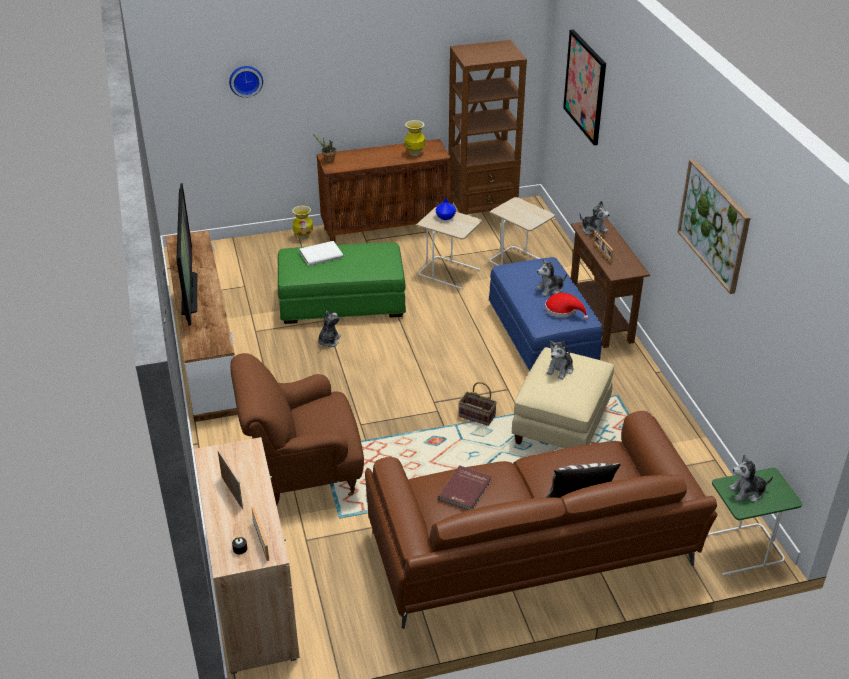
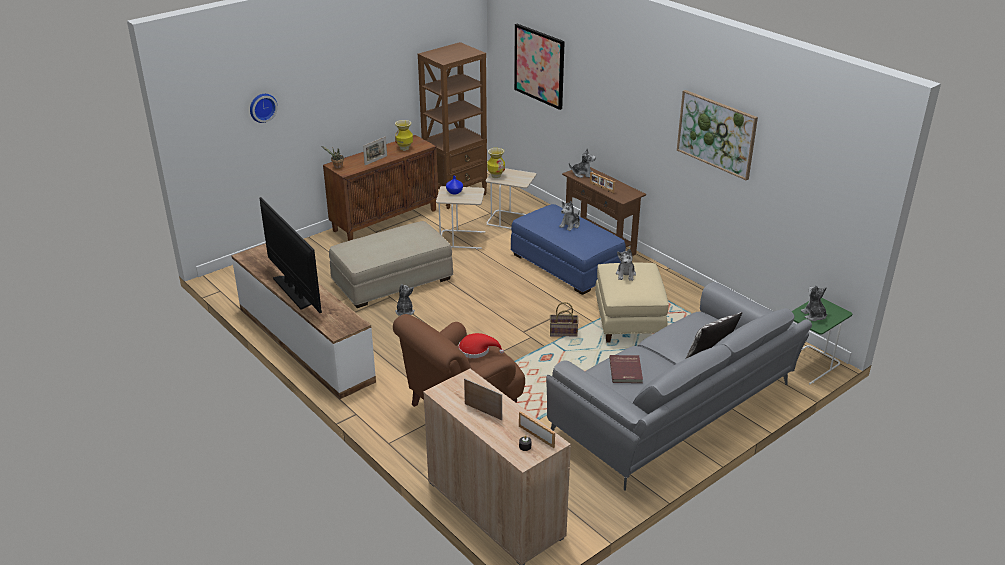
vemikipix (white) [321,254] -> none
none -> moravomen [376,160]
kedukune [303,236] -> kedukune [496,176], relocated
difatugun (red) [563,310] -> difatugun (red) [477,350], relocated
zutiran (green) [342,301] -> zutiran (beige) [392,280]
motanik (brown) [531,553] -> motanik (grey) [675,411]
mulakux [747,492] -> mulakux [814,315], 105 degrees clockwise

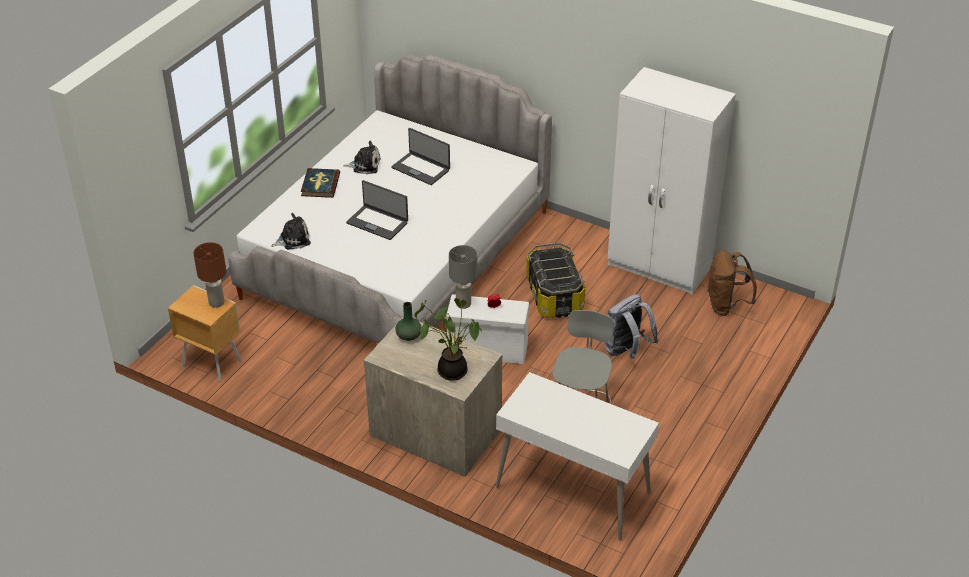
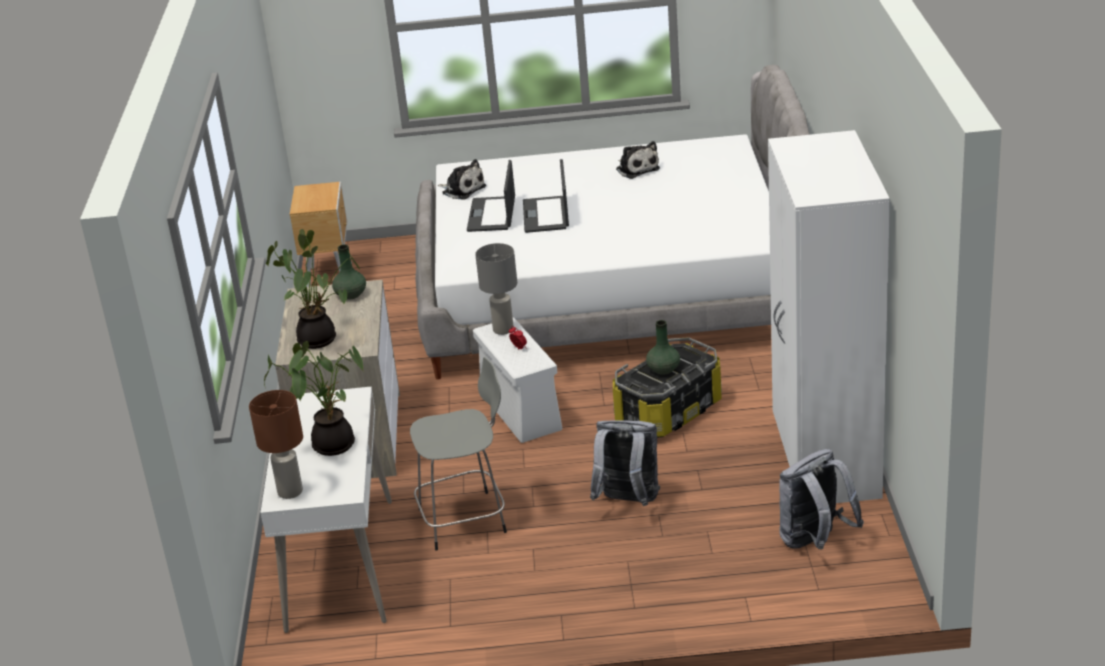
vemikipix [320,185] -> none
none -> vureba [331,443]
none -> kedukune (green) [663,369]
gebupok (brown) [216,302] -> gebupok (brown) [291,491], relocated
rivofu [421,168] -> rivofu [492,215], relocated
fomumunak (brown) [726,305] -> fomumunak (grey) [815,542]

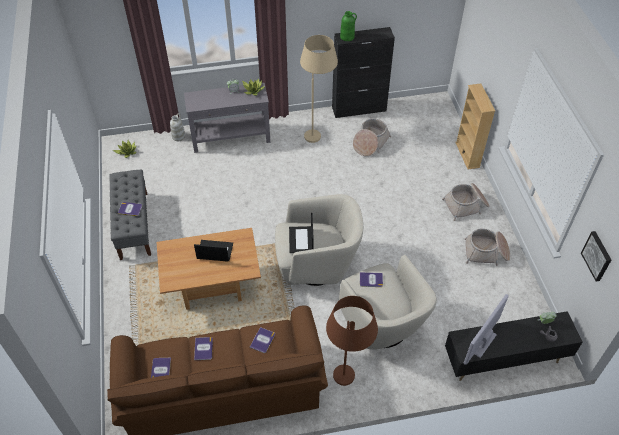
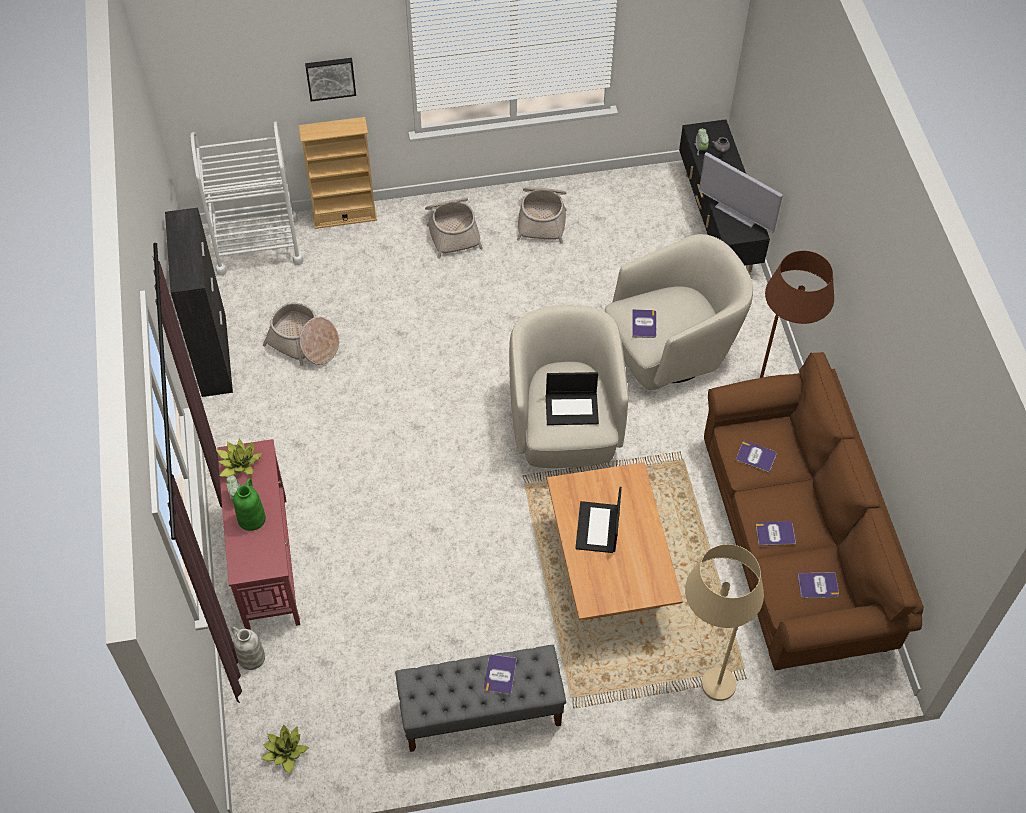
none -> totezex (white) [257,245]
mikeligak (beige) [318,131] -> mikeligak (beige) [702,674], relocated
kedukune (green) [347,37] -> kedukune (green) [251,518], relocated
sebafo [597,256] -> sebafo [330,77], relocated
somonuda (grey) [231,138] -> somonuda (red) [267,562]

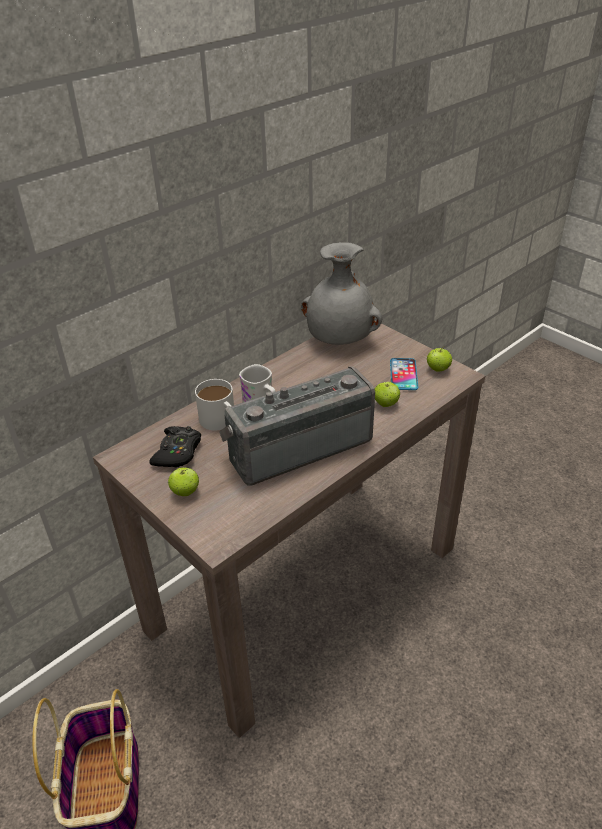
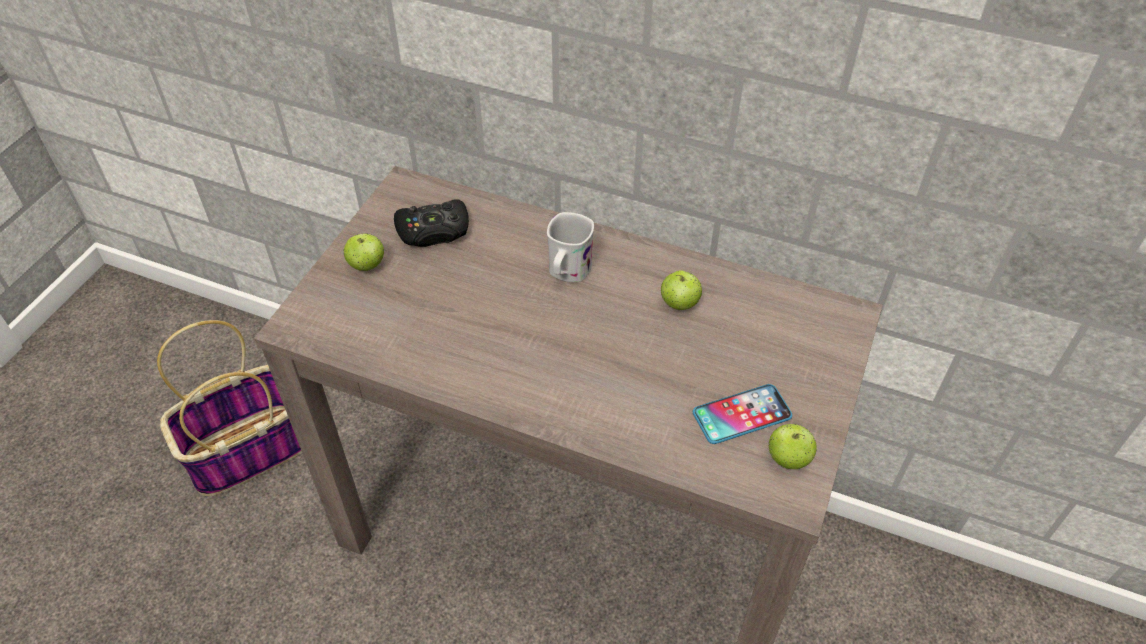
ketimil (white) [221,422] -> none
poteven [298,446] -> none
kedukune (grey) [339,340] -> none
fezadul [386,404] -> fezadul [679,304], relocated

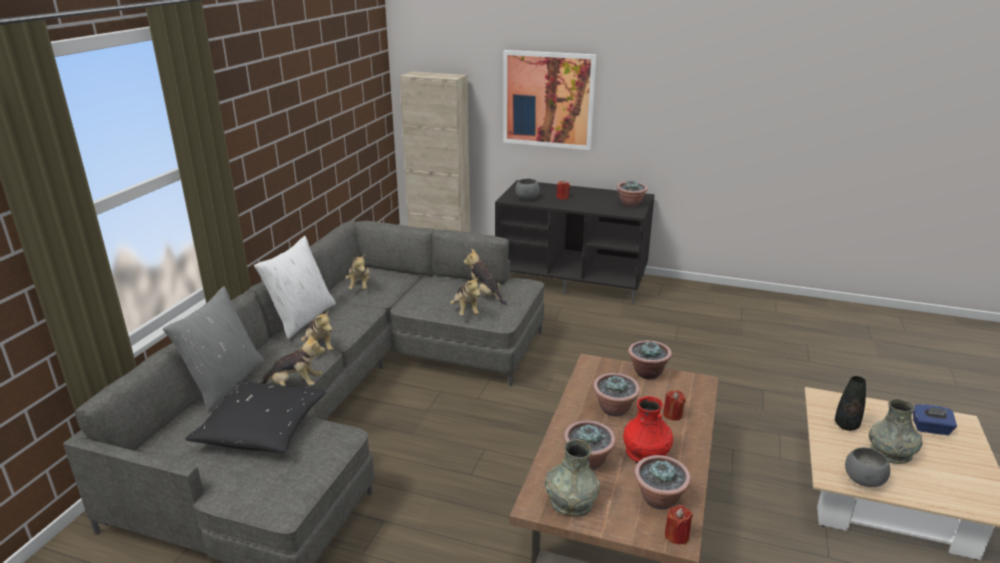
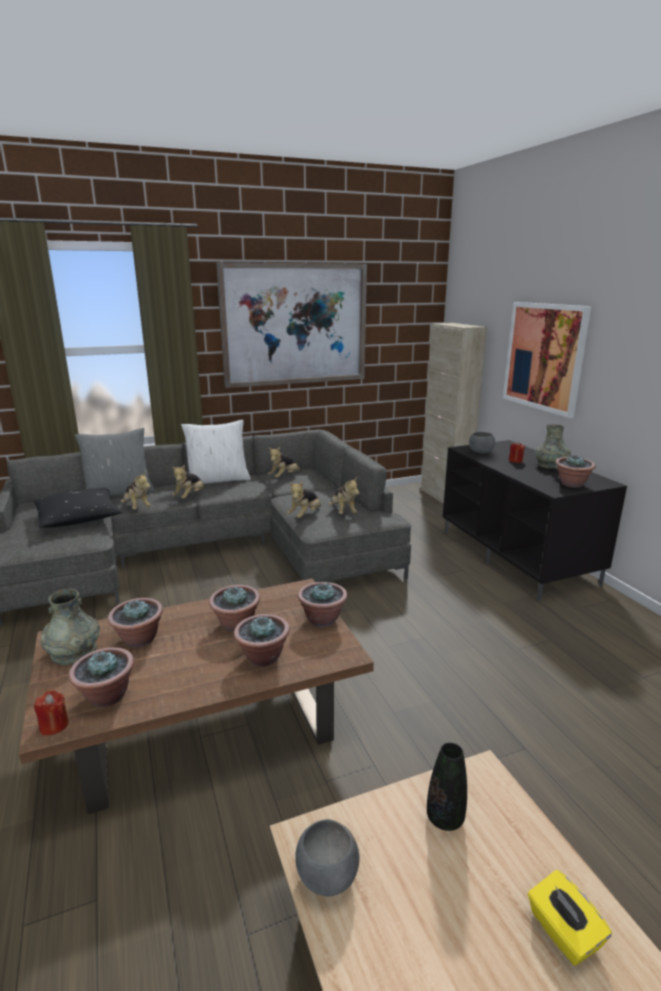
kedukune (red) [646,452] -> none
none -> sebafo [294,324]
kedukune (grey) [890,452] -> kedukune (grey) [551,466], relocated
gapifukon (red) [672,414] -> vureba [263,657]
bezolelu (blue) [930,429] -> bezolelu (yellow) [563,932]
mulakux [485,294] -> mulakux [343,512], 150 degrees clockwise

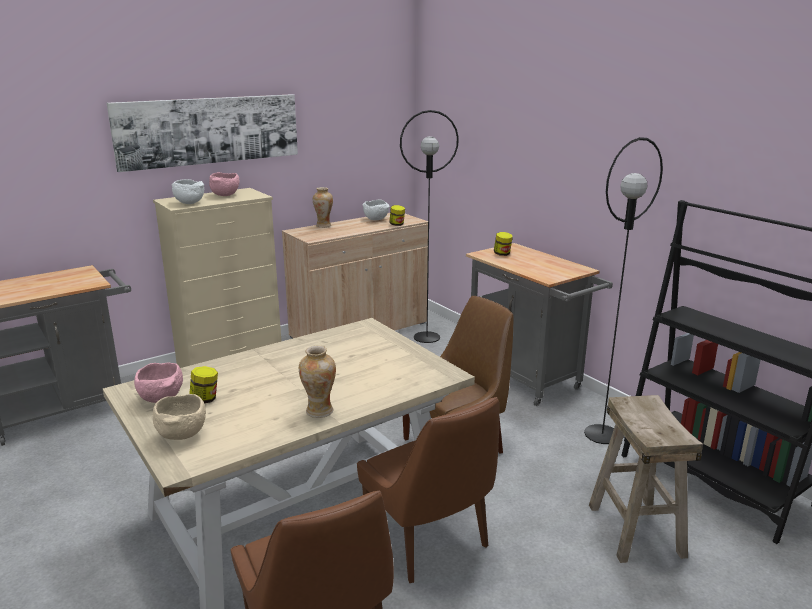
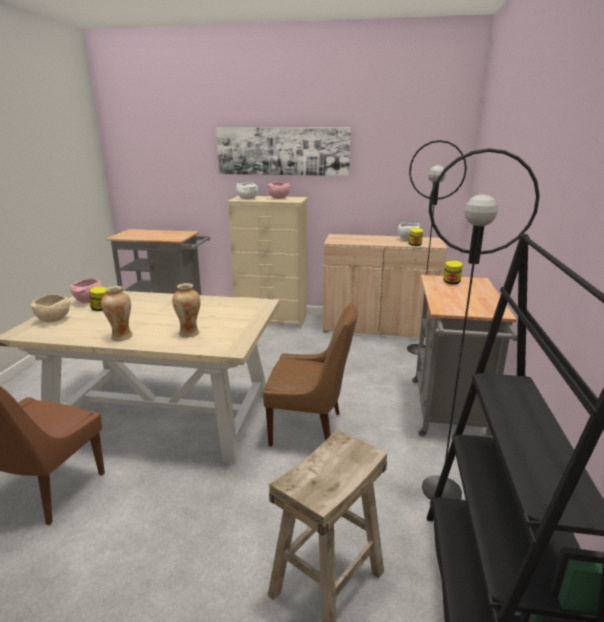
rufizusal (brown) [429,542] -> none
kedukune [323,226] -> kedukune [189,333], relocated

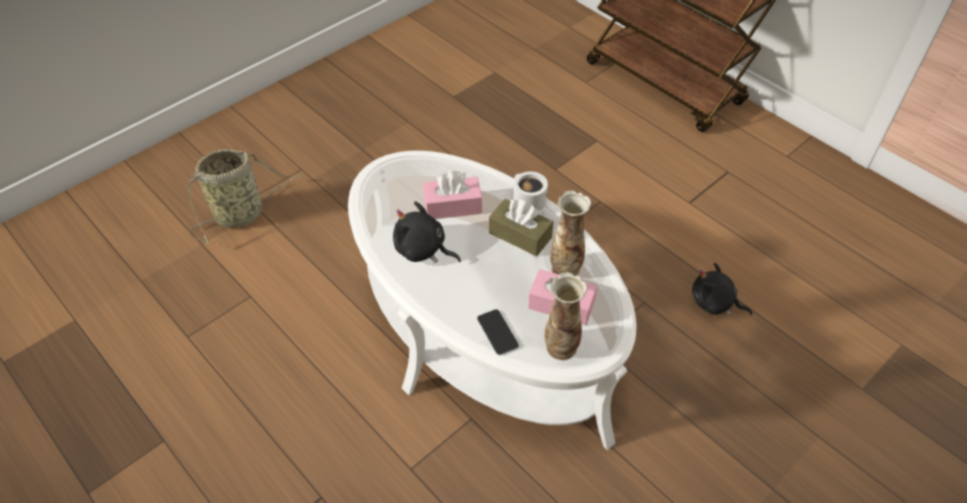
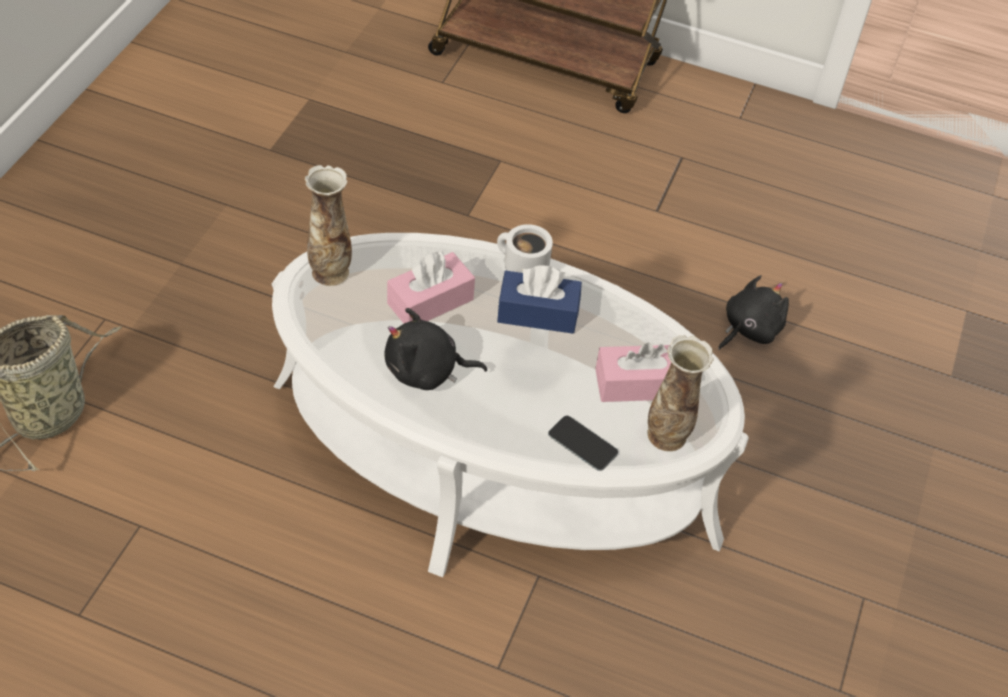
kedukune [565,268] -> kedukune [330,271], relocated
bezolelu (brown) [520,235] -> bezolelu (blue) [538,313]
mulakux (black) [714,303] -> mulakux (black) [749,329], 135 degrees clockwise

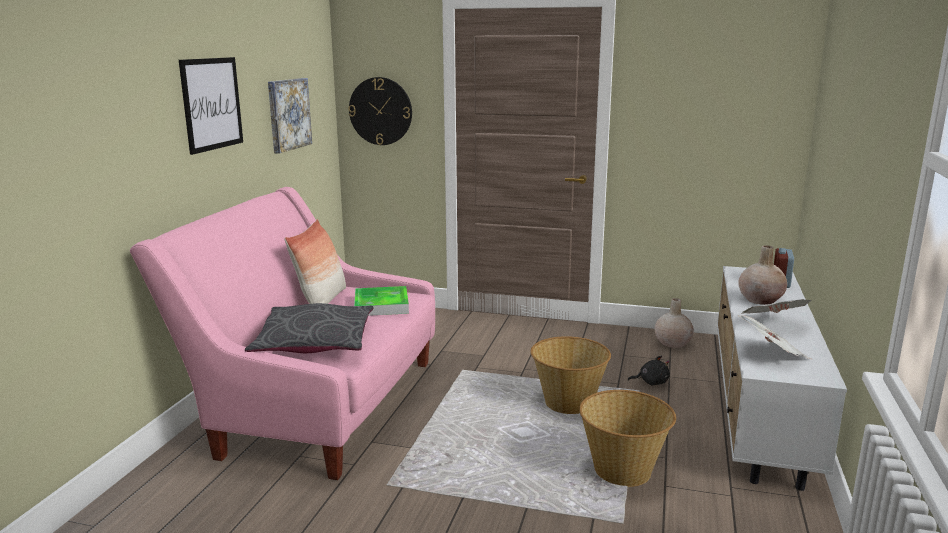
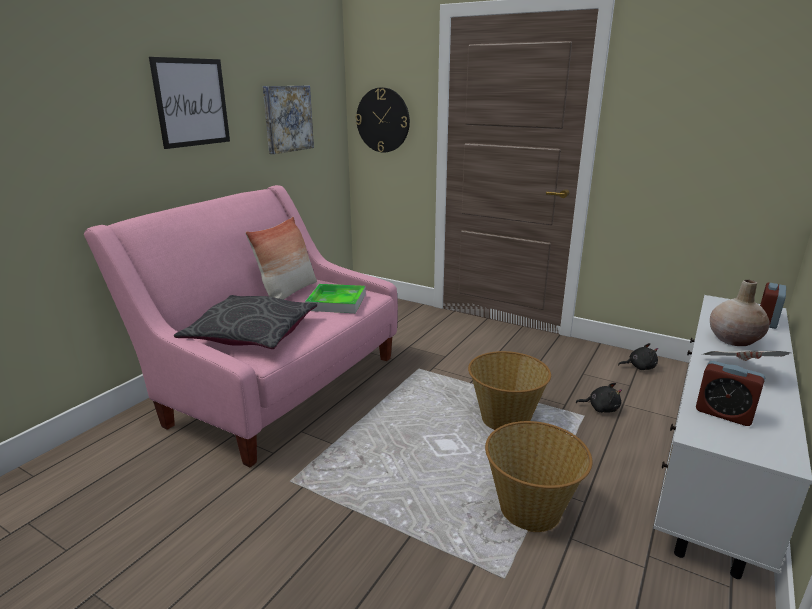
kedukune (beige) [672,343] -> mulakux (black) [639,367]
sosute [772,354] -> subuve [723,414]

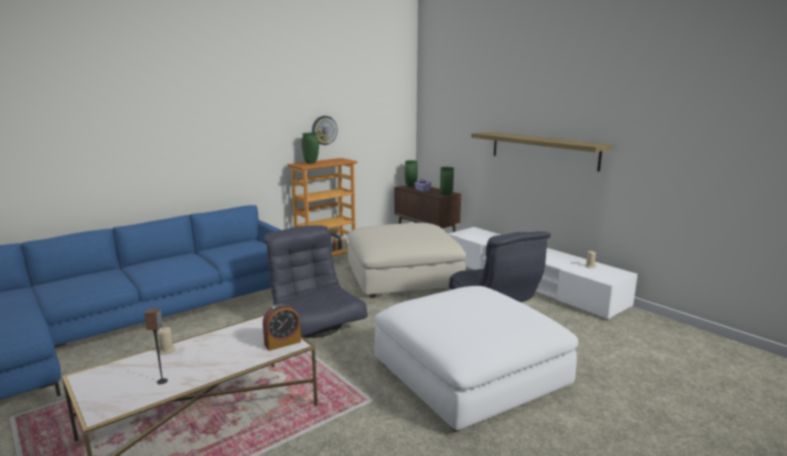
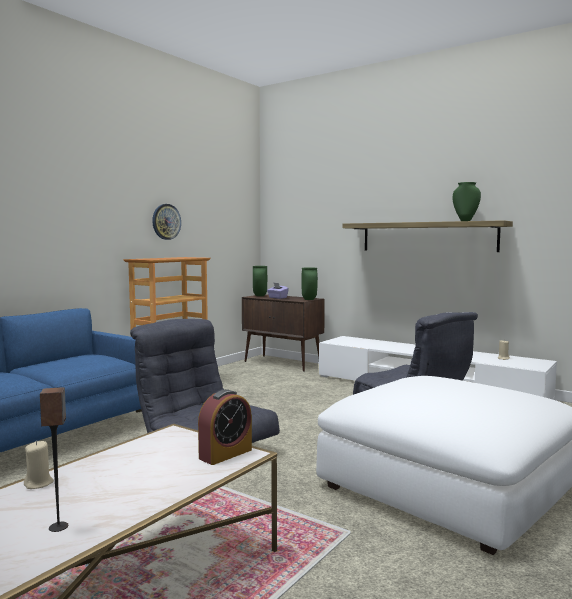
zutiran (beige) [403,276] -> none
kedukune (green) [311,163] -> kedukune (green) [465,221], relocated

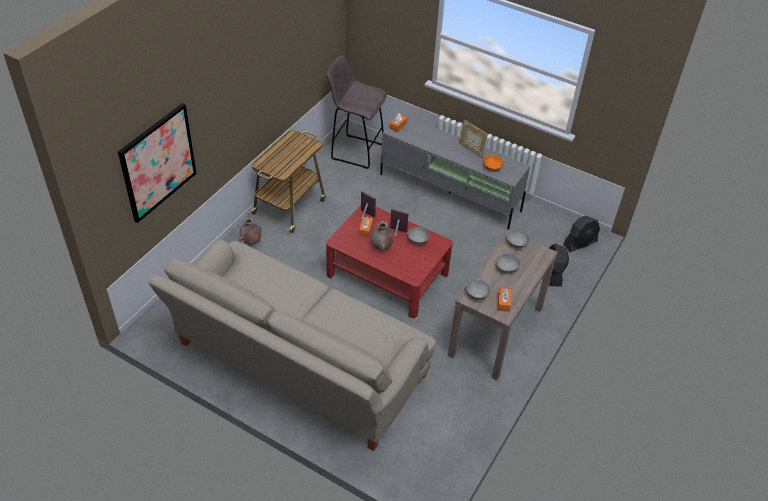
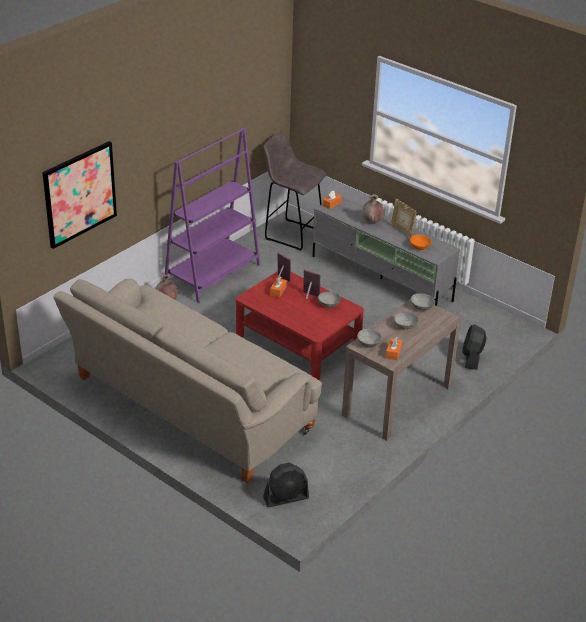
kedukune (brown) [381,247] -> kedukune (brown) [372,222], relocated
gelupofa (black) [580,243] -> gelupofa (black) [286,498], relocated
totezex [290,206] -> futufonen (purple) [212,275]

